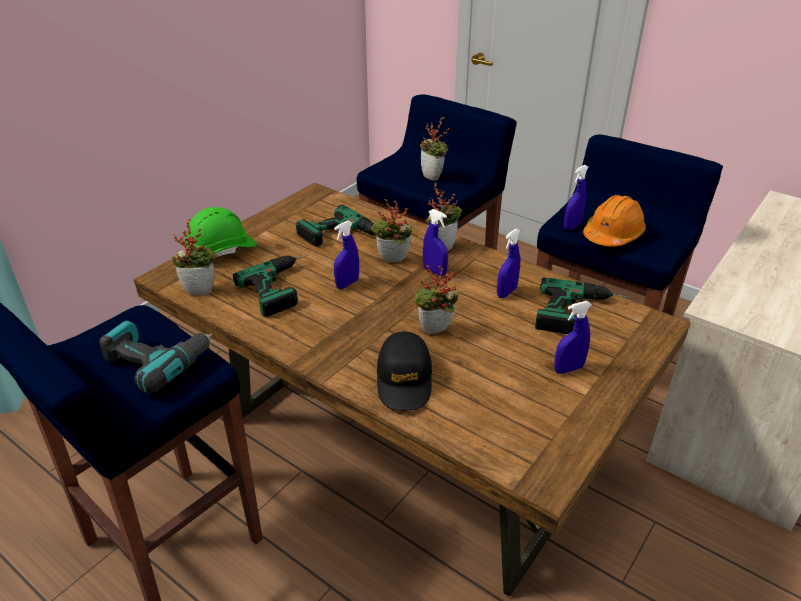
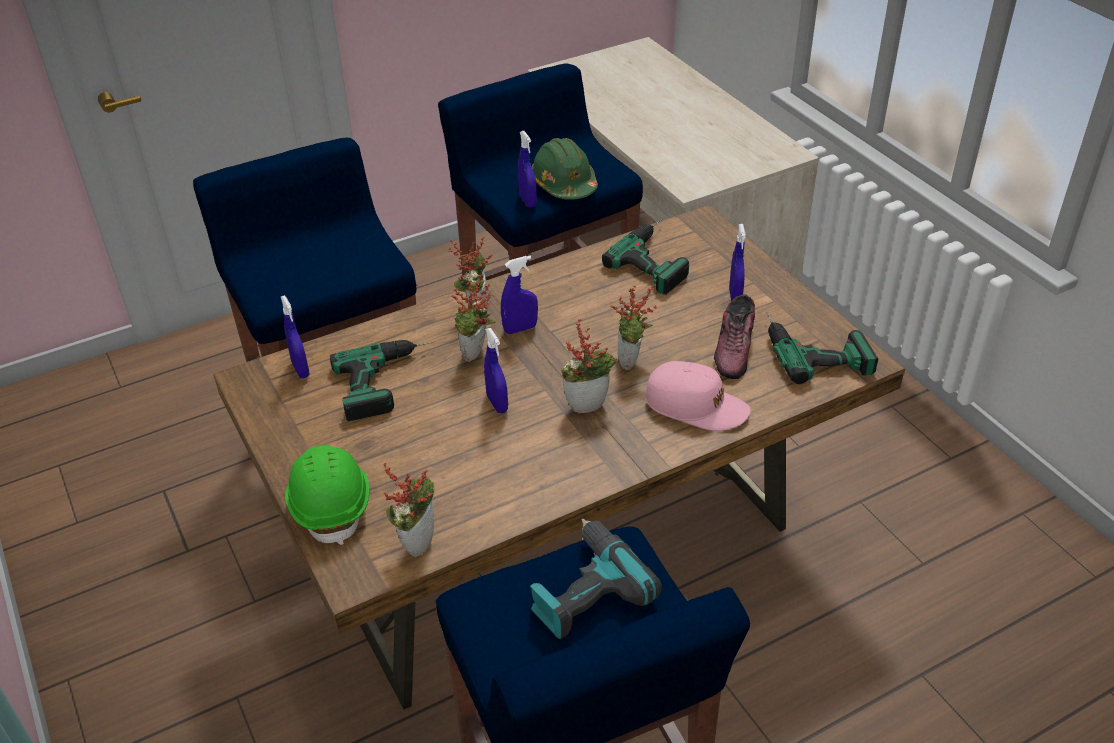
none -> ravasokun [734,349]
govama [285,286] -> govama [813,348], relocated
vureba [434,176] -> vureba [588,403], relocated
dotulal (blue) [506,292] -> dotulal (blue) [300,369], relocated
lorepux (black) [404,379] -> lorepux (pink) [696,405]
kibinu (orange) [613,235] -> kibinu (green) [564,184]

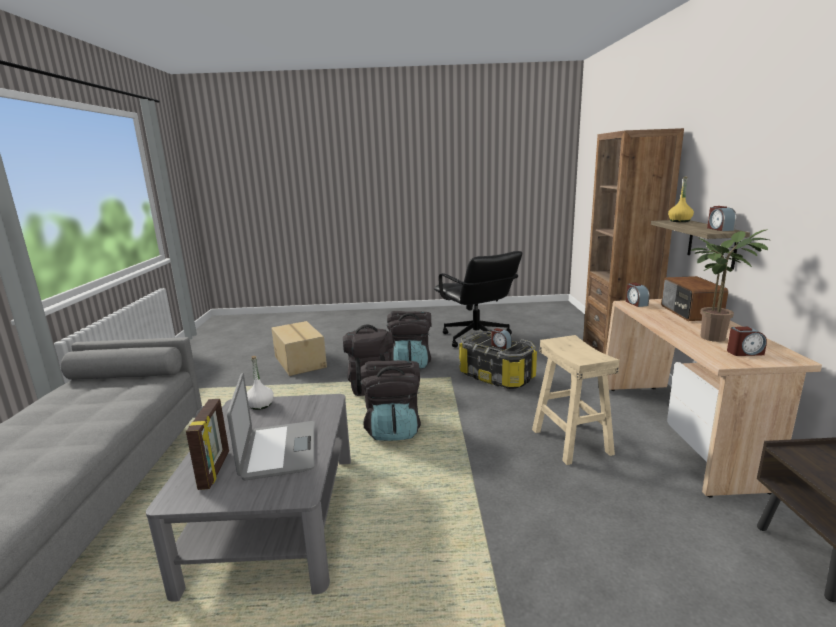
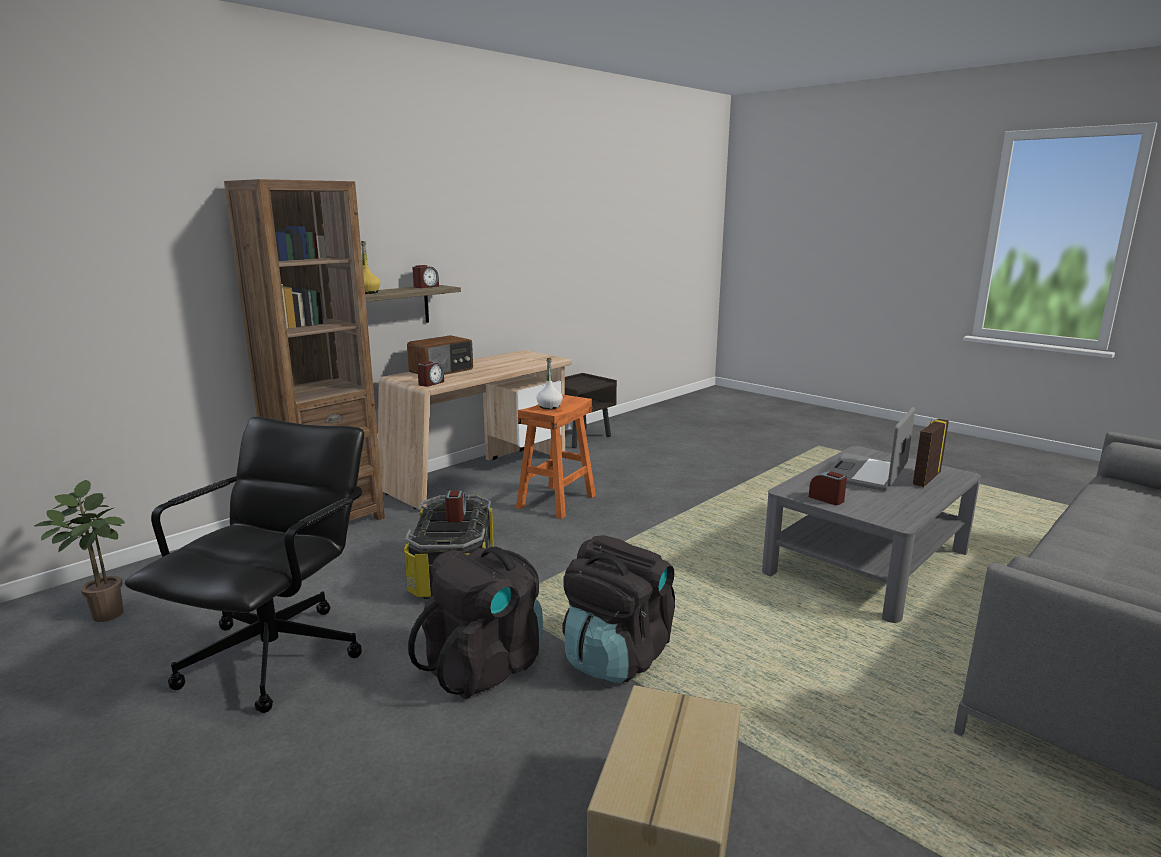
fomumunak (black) [393,429] -> none
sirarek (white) [260,405] -> sirarek (white) [549,406], relocated
vureba [714,336] -> vureba [103,614], relocated
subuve [744,352] -> subuve [827,499], relocated
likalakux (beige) [570,441] -> likalakux (orange) [557,501]

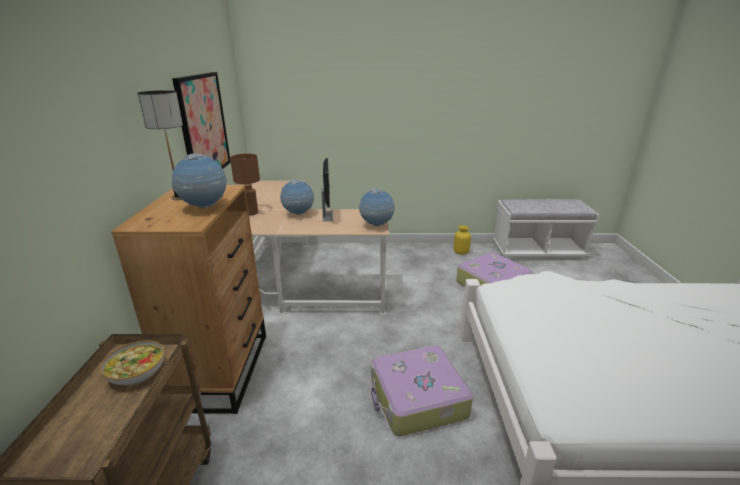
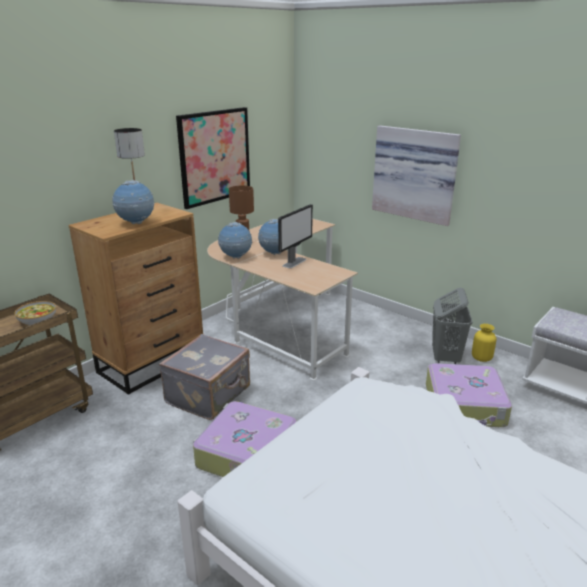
none -> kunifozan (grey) [209,395]
none -> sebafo [415,174]
none -> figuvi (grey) [445,357]
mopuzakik [376,225] -> mopuzakik [236,257], relocated

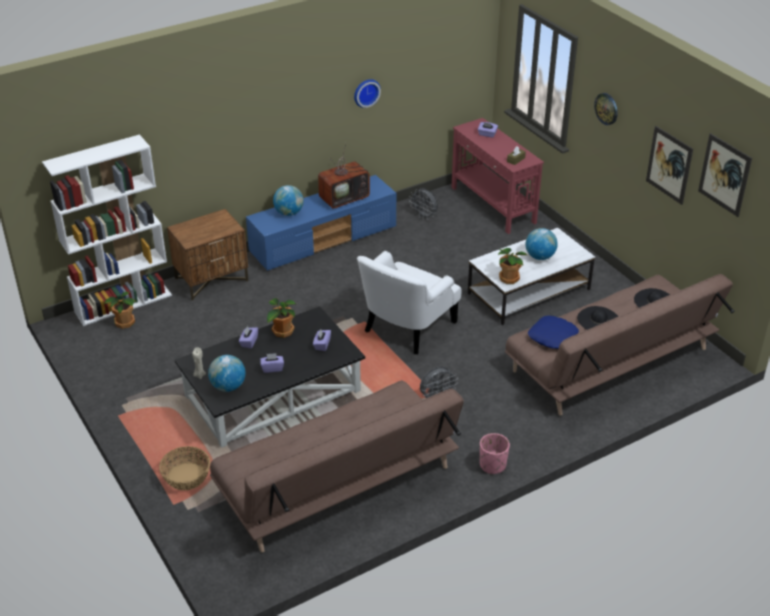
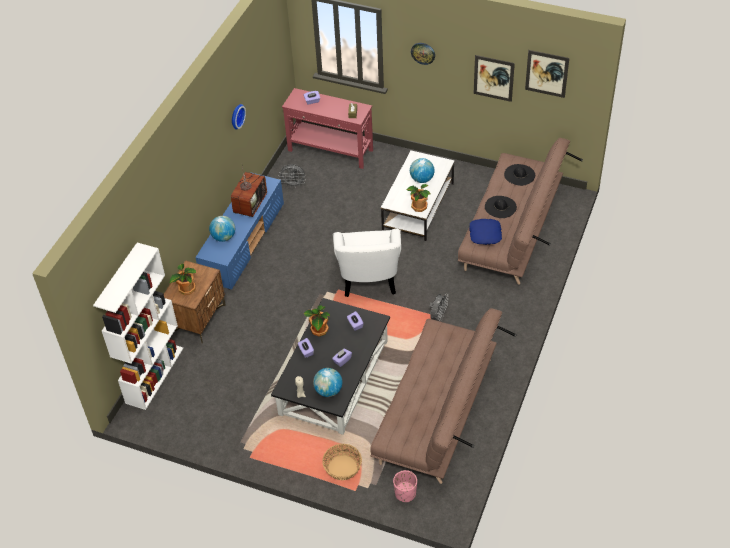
vureba [124,322] -> vureba [186,289], relocated
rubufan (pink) [492,465] -> rubufan (pink) [405,493], relocated

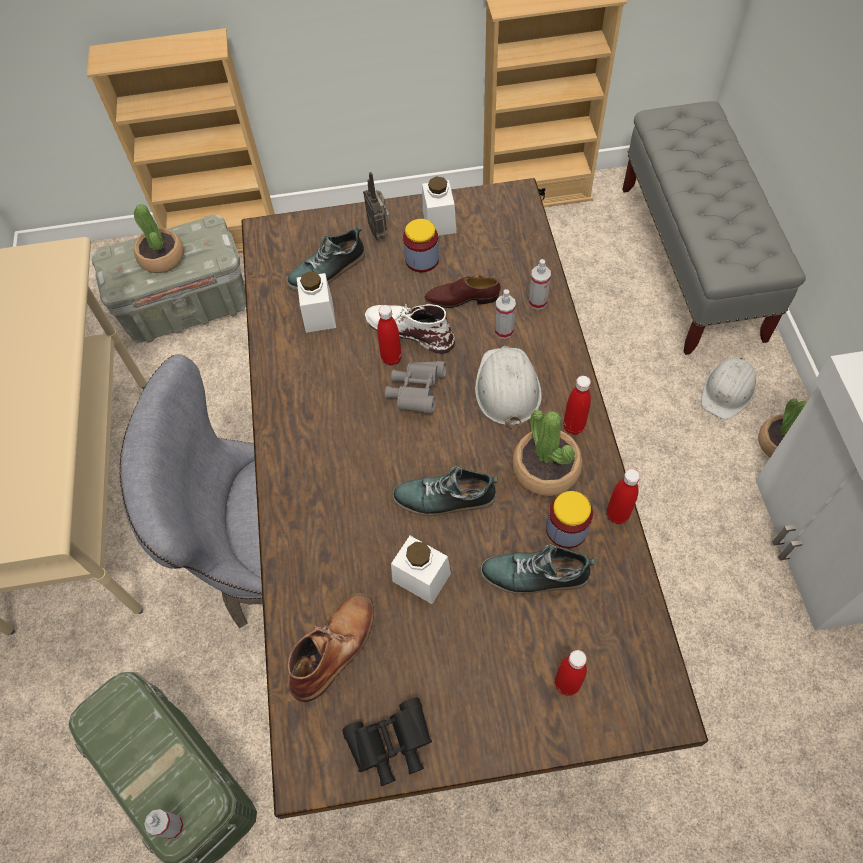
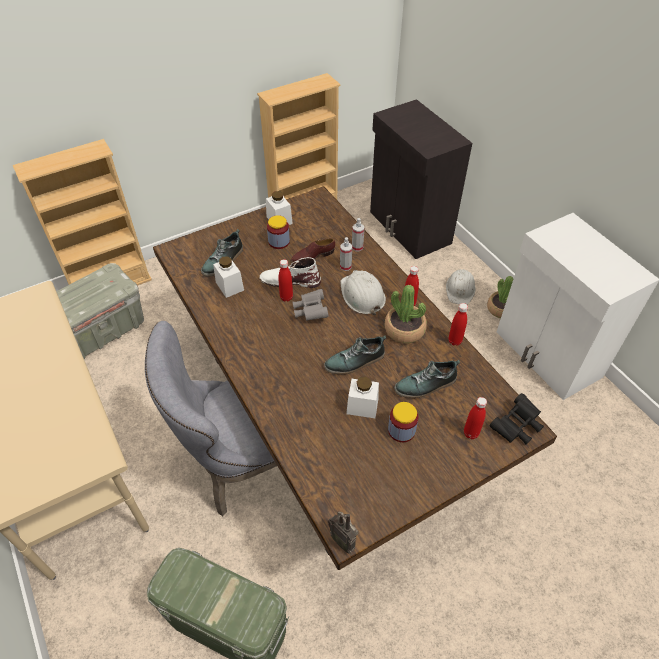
vureba [162,258] -> none
dotulal [172,826] -> none
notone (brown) [335,647] -> none
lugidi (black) [391,746] -> lugidi (black) [516,426], relocated
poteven [380,232] -> poteven [343,540], relocated
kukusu [566,529] -> kukusu [401,430], relocated
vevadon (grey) [690,262] -> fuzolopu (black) [409,228]

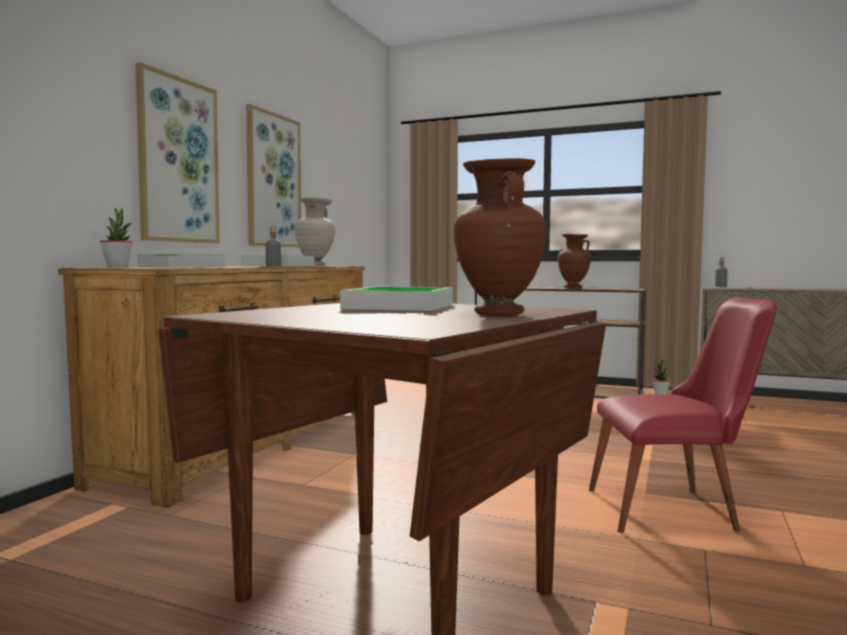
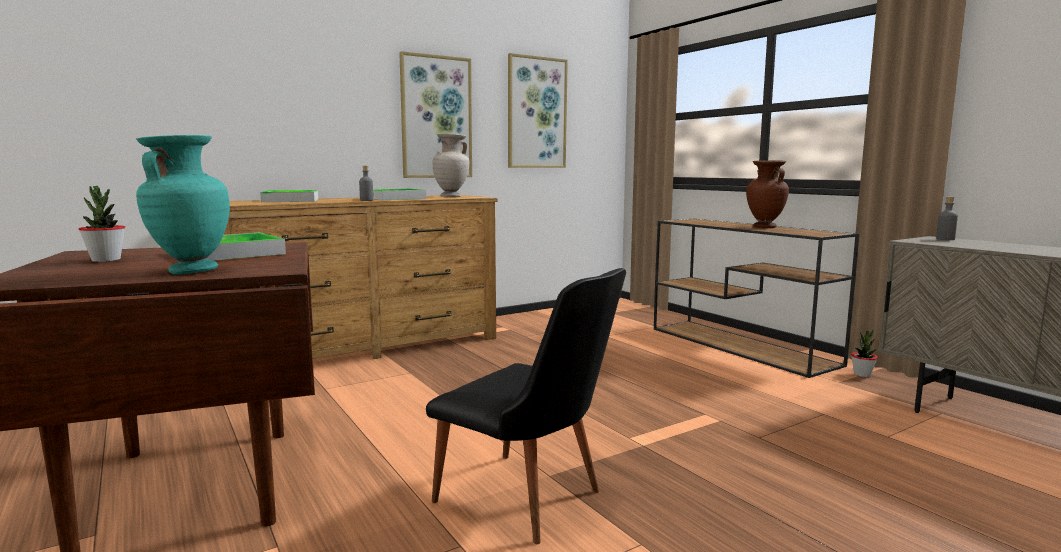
vureba [118,267] -> vureba [106,260], relocated
sebafo [178,161] -> sebafo [536,113], relocated
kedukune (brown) [497,314] -> kedukune (turquoise) [191,271]
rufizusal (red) [675,510] -> rufizusal (black) [530,502]

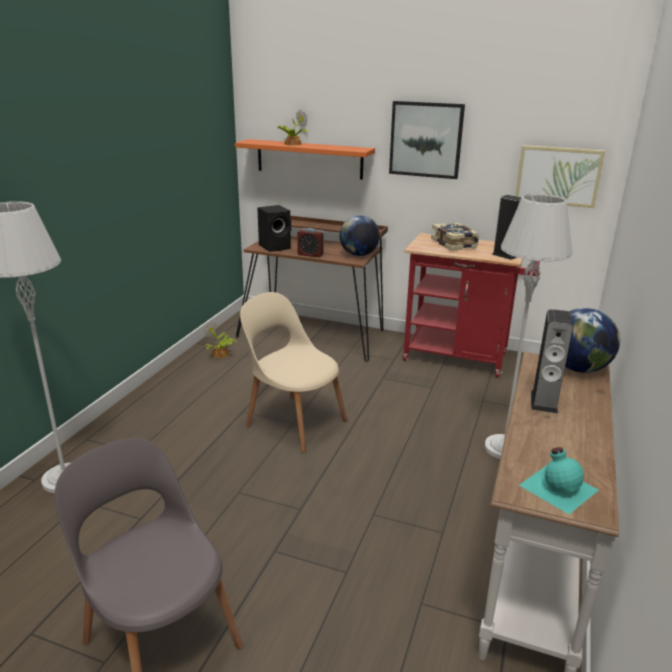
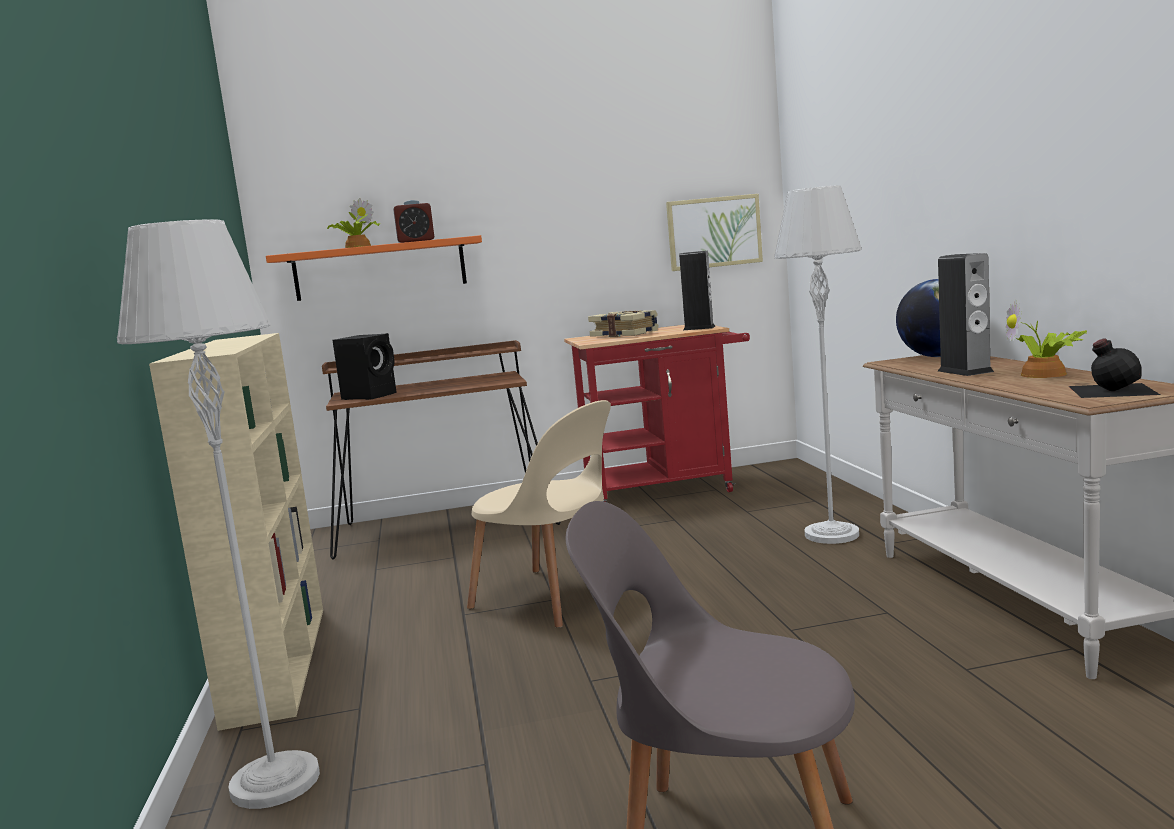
mopuzakik [359,255] -> none
sebafo [426,139] -> none
none -> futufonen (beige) [277,661]
vureba [220,354] -> vureba [1046,374], relocated
subuve [310,254] -> subuve [416,241], relocated
sirarek (turquoise) [558,486] -> sirarek (black) [1110,390]
rufizusal (beige) [293,421] -> rufizusal (beige) [552,598], 150 degrees counterclockwise

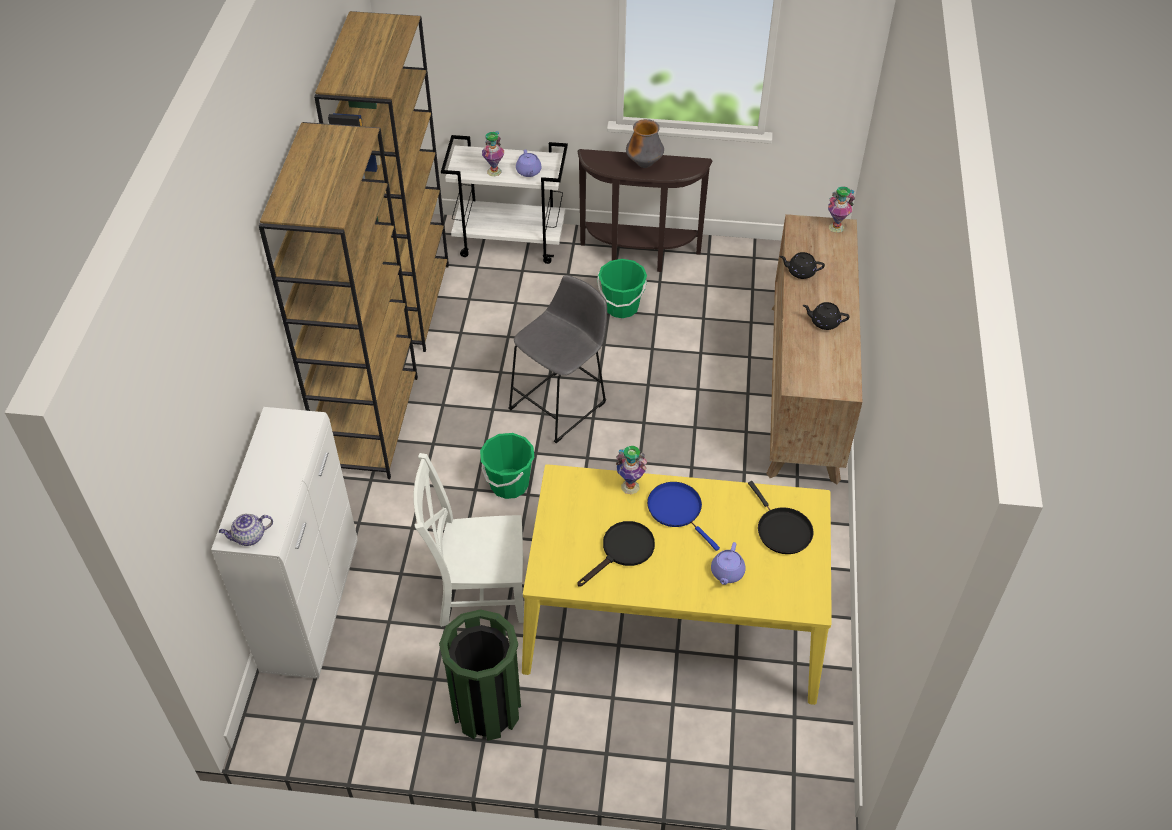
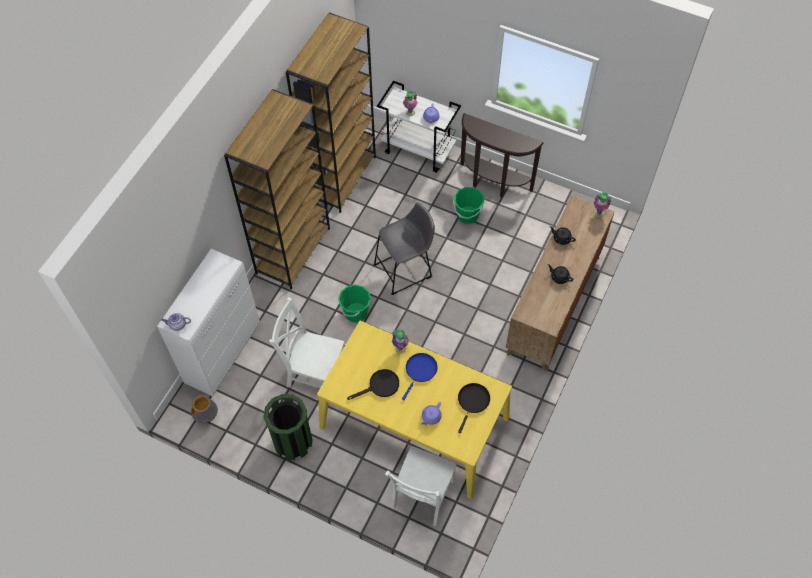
none -> rufizusal (white) [421,496]
kedukune [644,164] -> kedukune [206,416], relocated
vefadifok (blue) [677,510] -> vefadifok (blue) [420,371], 45 degrees clockwise
vefadifok (black) [781,530] -> vefadifok (black) [473,401], 150 degrees counterclockwise

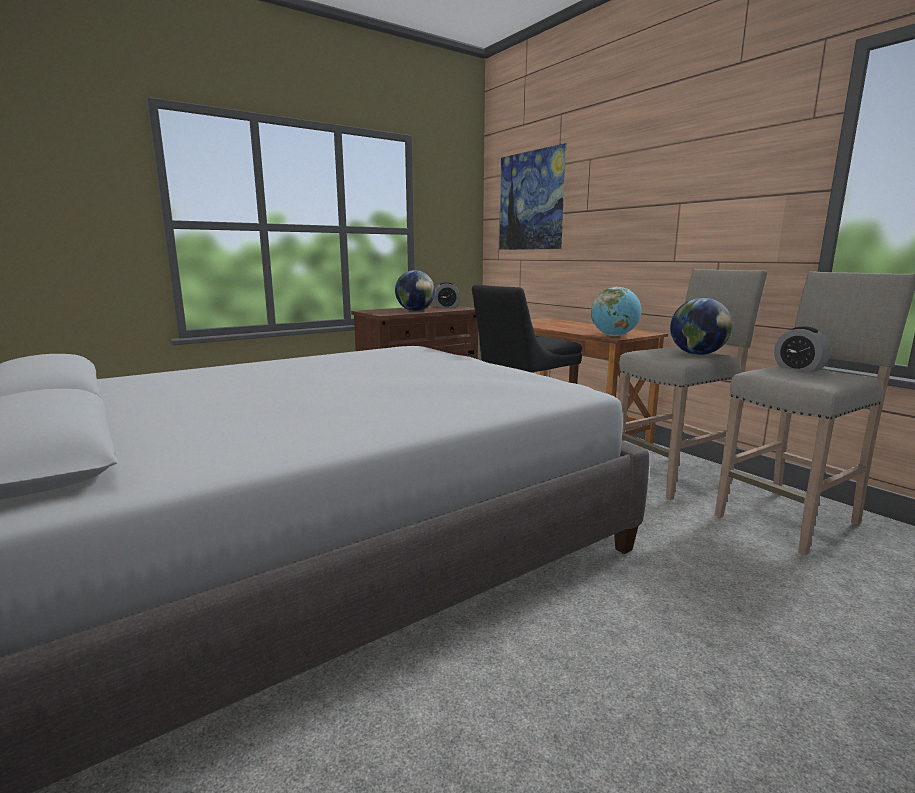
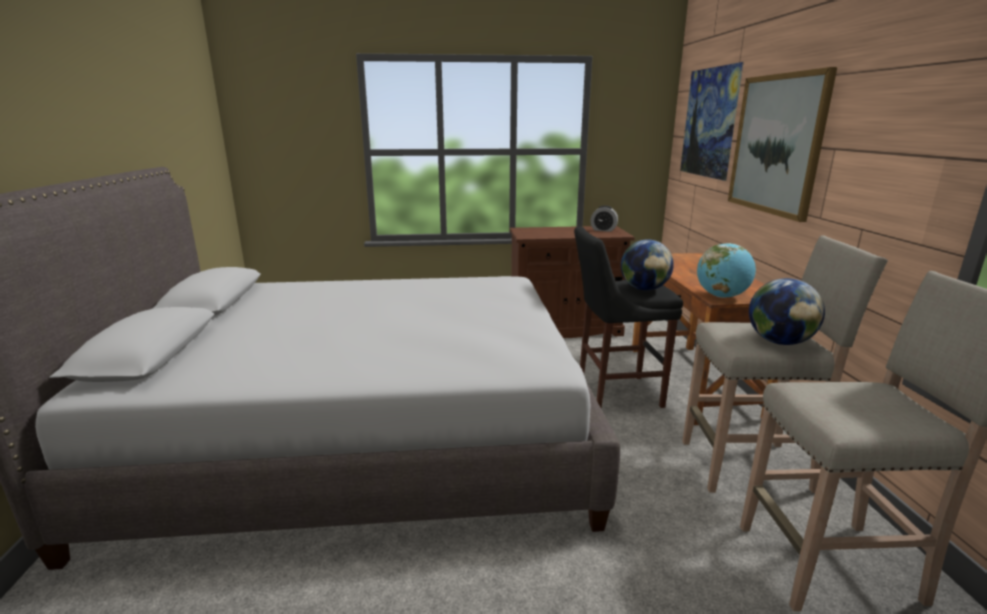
subuve [798,369] -> none
none -> sebafo [776,144]
mopuzakik [415,310] -> mopuzakik [644,289], relocated

